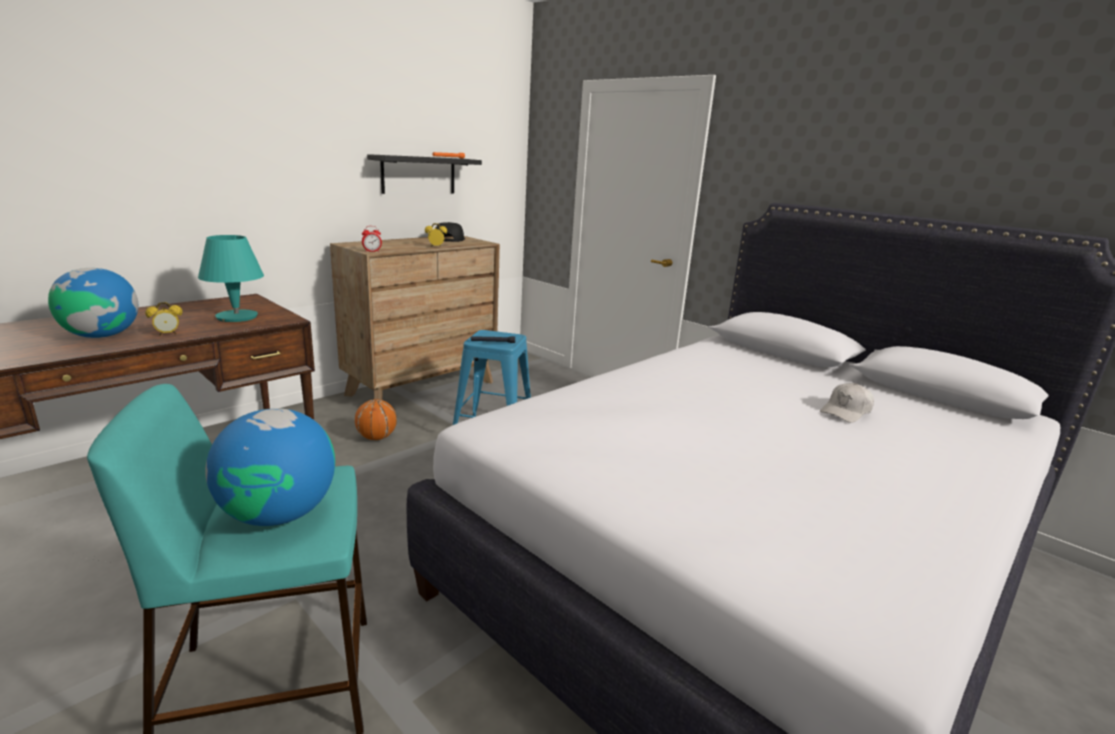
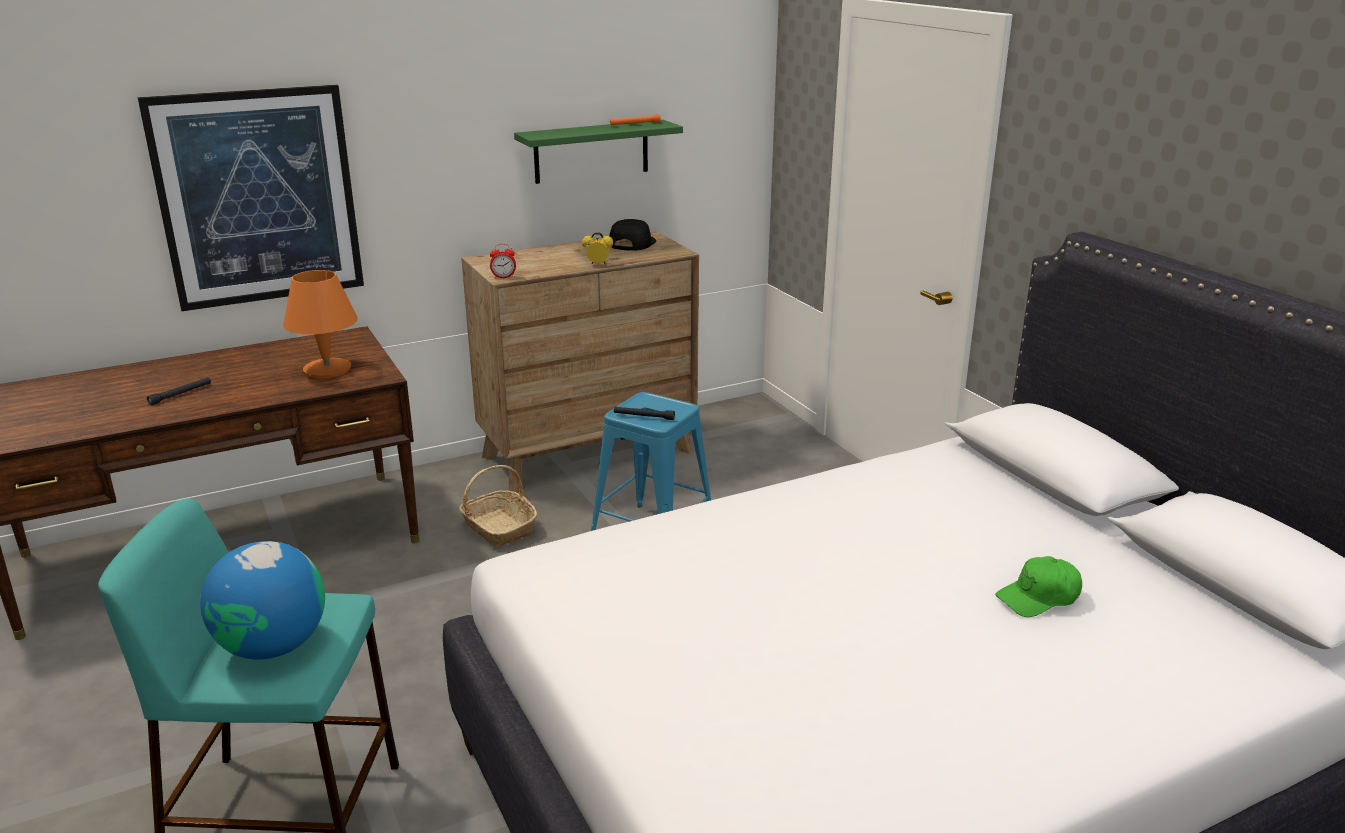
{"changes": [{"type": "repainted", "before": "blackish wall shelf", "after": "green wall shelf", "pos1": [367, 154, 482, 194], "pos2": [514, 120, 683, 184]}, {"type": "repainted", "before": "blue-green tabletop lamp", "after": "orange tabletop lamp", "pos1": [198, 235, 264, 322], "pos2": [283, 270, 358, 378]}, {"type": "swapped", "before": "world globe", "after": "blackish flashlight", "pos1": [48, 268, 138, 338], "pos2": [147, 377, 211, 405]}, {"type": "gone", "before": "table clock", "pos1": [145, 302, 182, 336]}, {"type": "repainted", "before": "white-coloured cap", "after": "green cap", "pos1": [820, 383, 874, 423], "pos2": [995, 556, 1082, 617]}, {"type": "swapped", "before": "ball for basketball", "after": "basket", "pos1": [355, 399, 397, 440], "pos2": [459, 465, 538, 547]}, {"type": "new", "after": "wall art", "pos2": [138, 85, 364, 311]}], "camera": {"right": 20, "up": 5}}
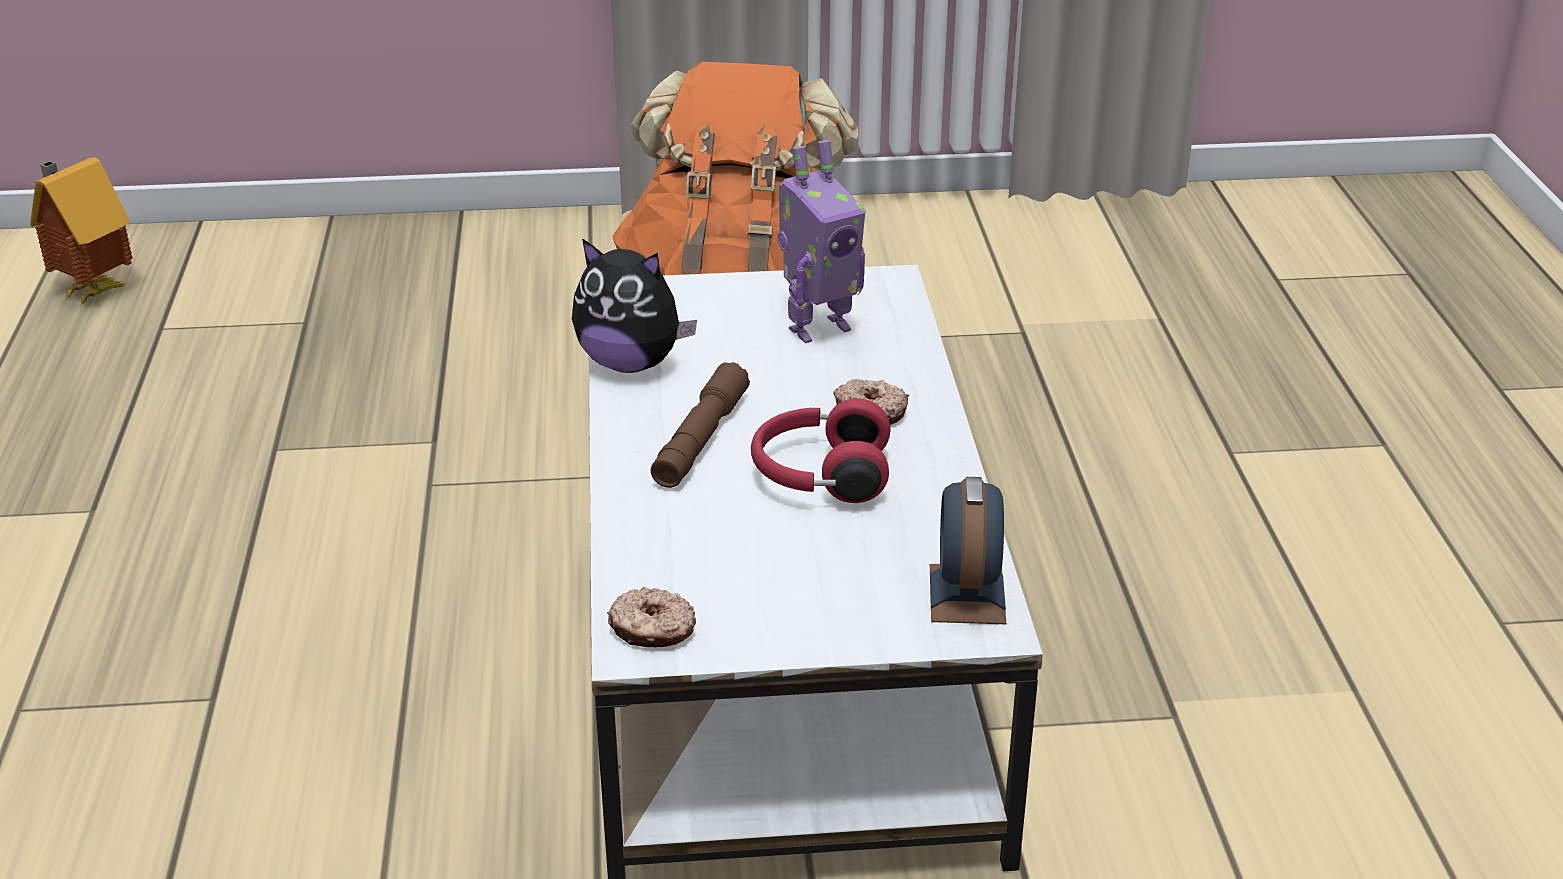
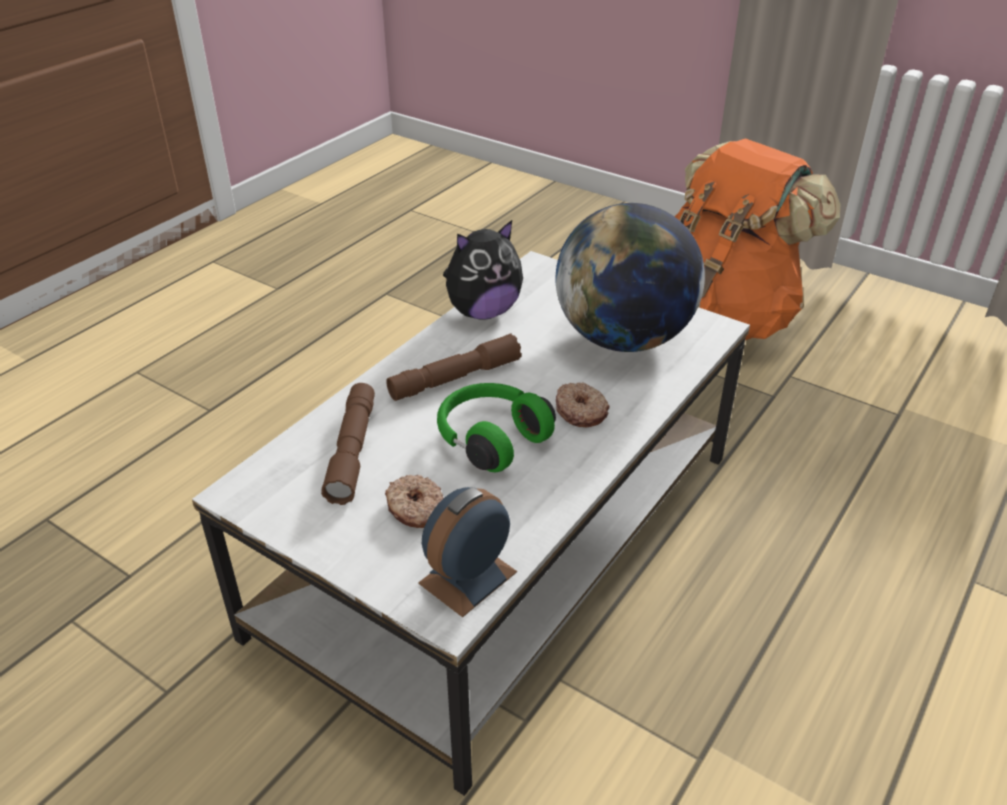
{"changes": [{"type": "swapped", "before": "model robot", "after": "world globe", "pos1": [777, 140, 865, 343], "pos2": [555, 203, 705, 352]}, {"type": "gone", "before": "model house", "pos1": [30, 157, 132, 306]}, {"type": "rotated", "before": "soft toy", "pos1": [572, 238, 697, 373], "pos2": [443, 220, 523, 320], "turn": -90}, {"type": "repainted", "before": "red headset", "after": "green headset", "pos1": [751, 398, 890, 503], "pos2": [437, 383, 556, 472]}, {"type": "shifted", "before": "ring doughnut", "pos1": [607, 587, 696, 647], "pos2": [385, 475, 444, 528]}, {"type": "new", "after": "brown flashlight", "pos2": [321, 383, 375, 505]}], "camera": {"right": 40, "up": 5}}
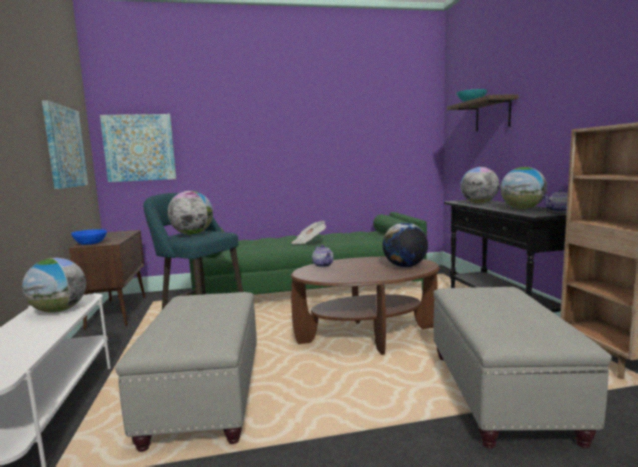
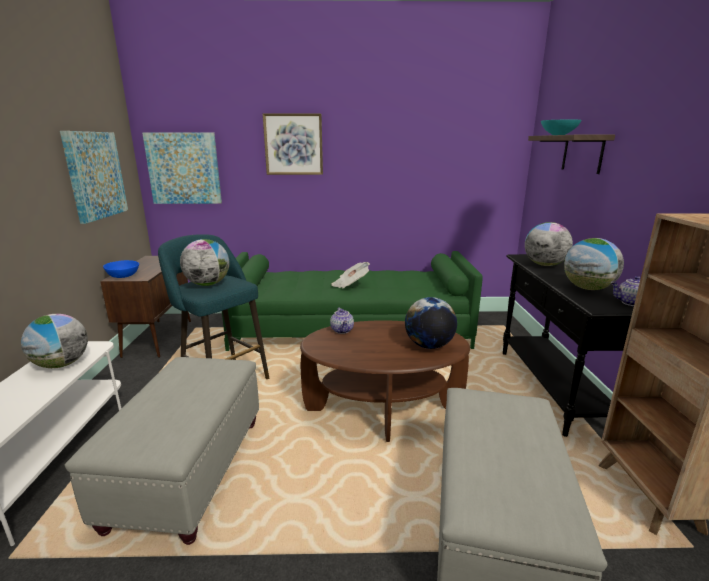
{"changes": [{"type": "new", "after": "wall art", "pos2": [263, 114, 323, 175]}], "camera": {"right": 10, "up": 10}}
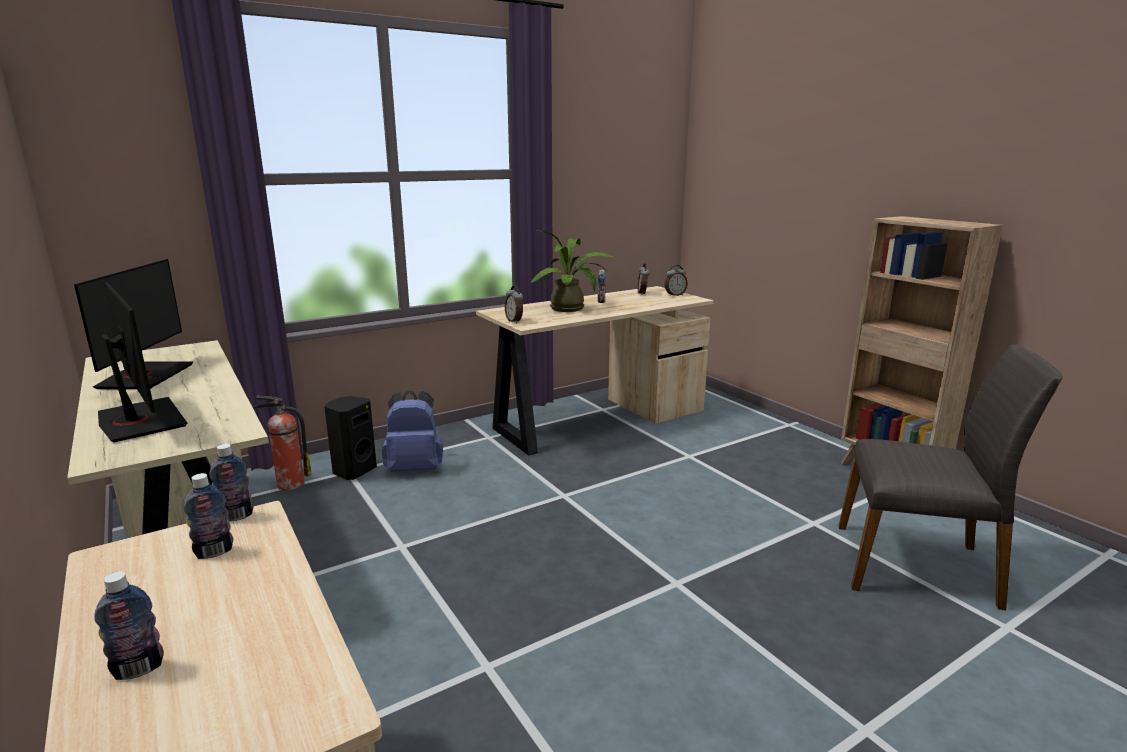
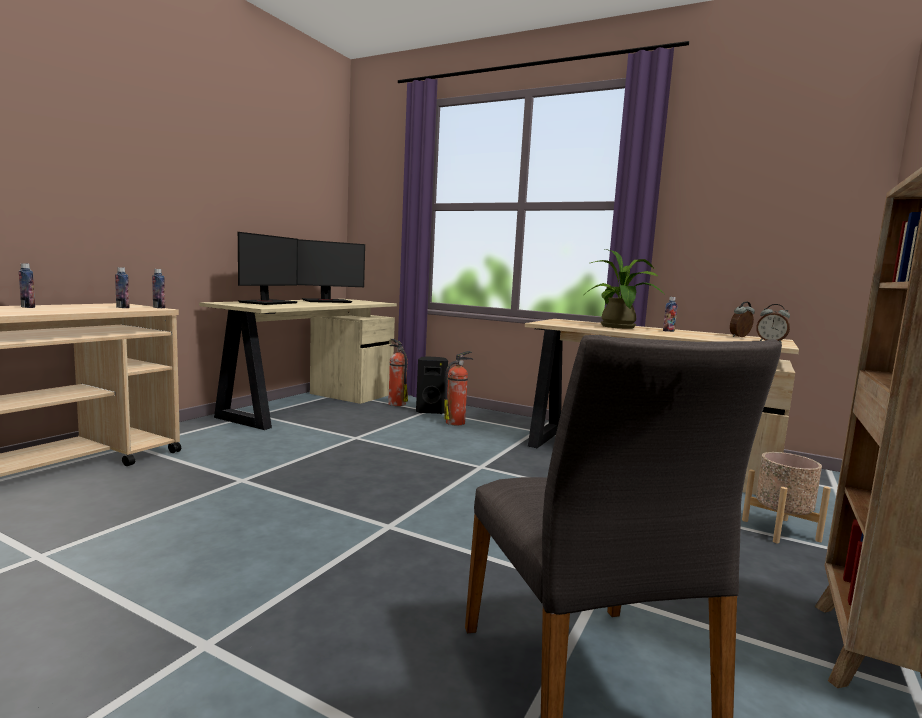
{"changes": [{"type": "gone", "before": "table clock", "pos1": [505, 286, 523, 324]}, {"type": "swapped", "before": "blue-coloured backpack", "after": "fire-fighting cylinder", "pos1": [382, 390, 443, 472], "pos2": [445, 351, 474, 425]}, {"type": "new", "after": "sand-coloured plant pot", "pos2": [742, 452, 831, 543]}], "camera": {"right": 60, "up": -10}}
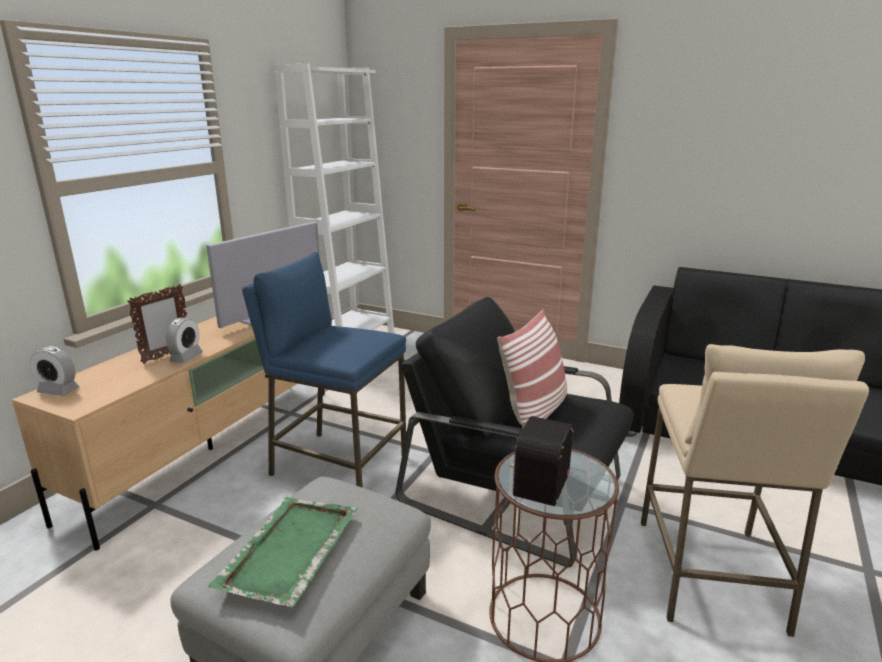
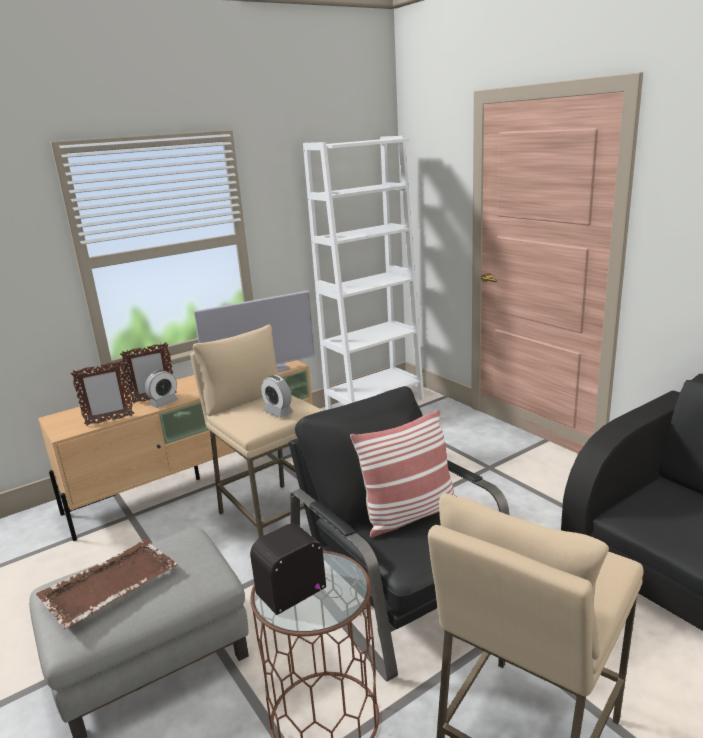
{"changes": [{"type": "repainted", "before": "blue-coloured sitting stool", "after": "sand-coloured sitting stool", "pos1": [242, 252, 406, 488], "pos2": [190, 325, 323, 538]}, {"type": "shifted", "before": "table clock", "pos1": [30, 346, 80, 396], "pos2": [261, 375, 293, 418]}, {"type": "repainted", "before": "green serving tray", "after": "brown serving tray", "pos1": [208, 497, 358, 607], "pos2": [36, 539, 178, 629]}, {"type": "new", "after": "standing frame", "pos2": [71, 360, 134, 426]}], "camera": {"right": 30, "up": 0}}
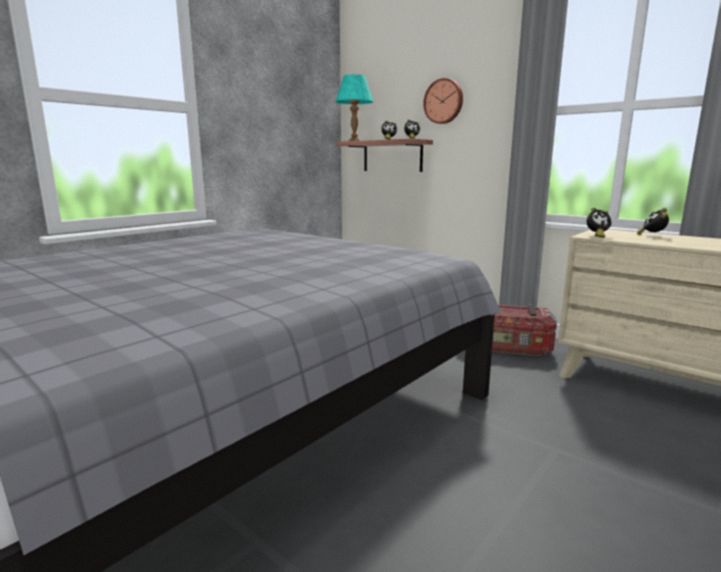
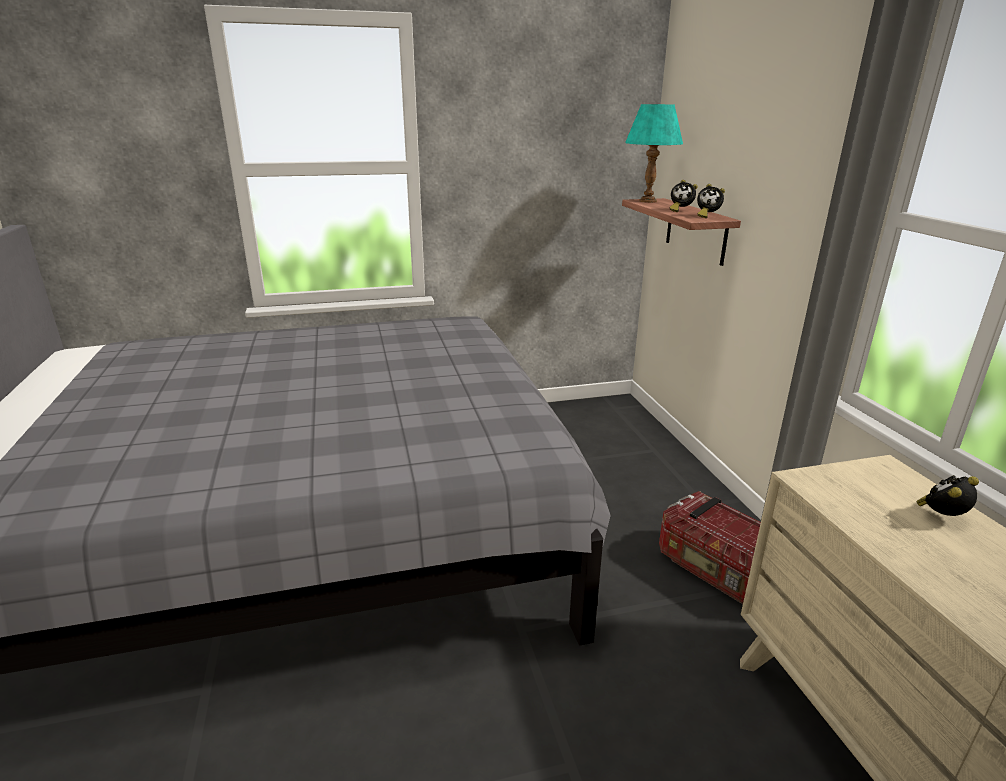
{"changes": [{"type": "gone", "before": "hanging clock", "pos1": [423, 78, 463, 124]}, {"type": "gone", "before": "table clock", "pos1": [587, 207, 611, 238]}], "camera": {"right": 35, "up": 10}}
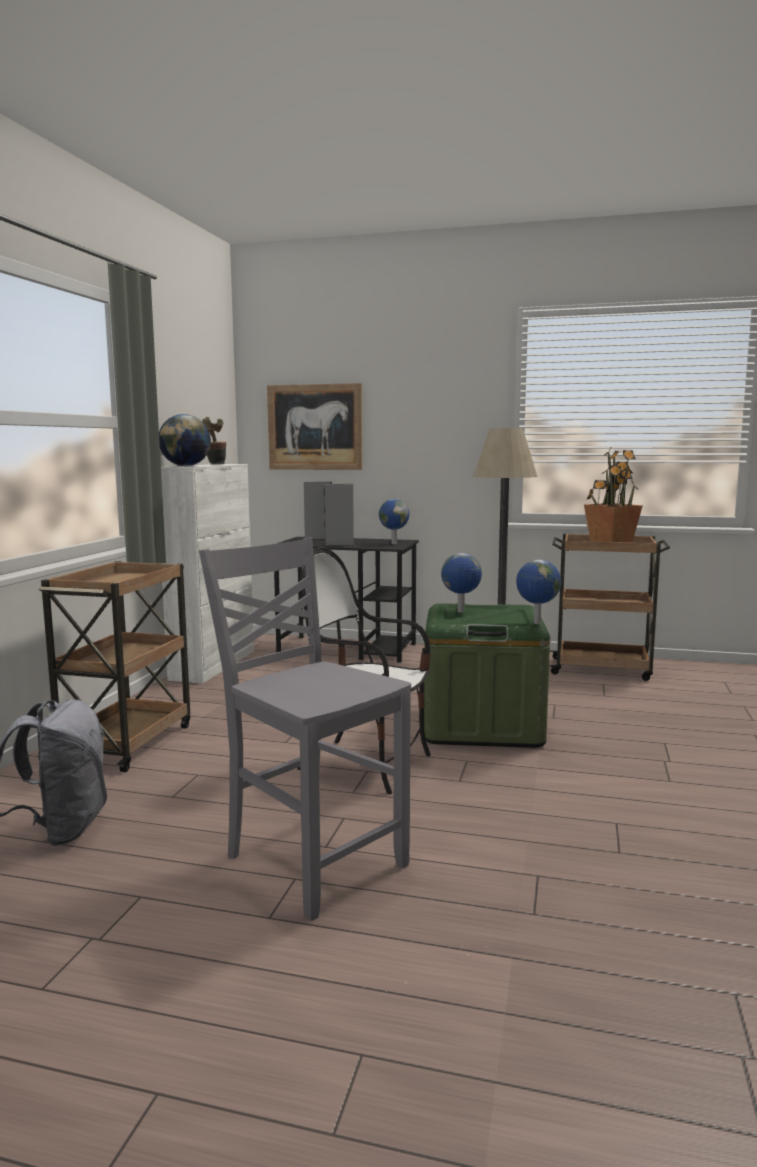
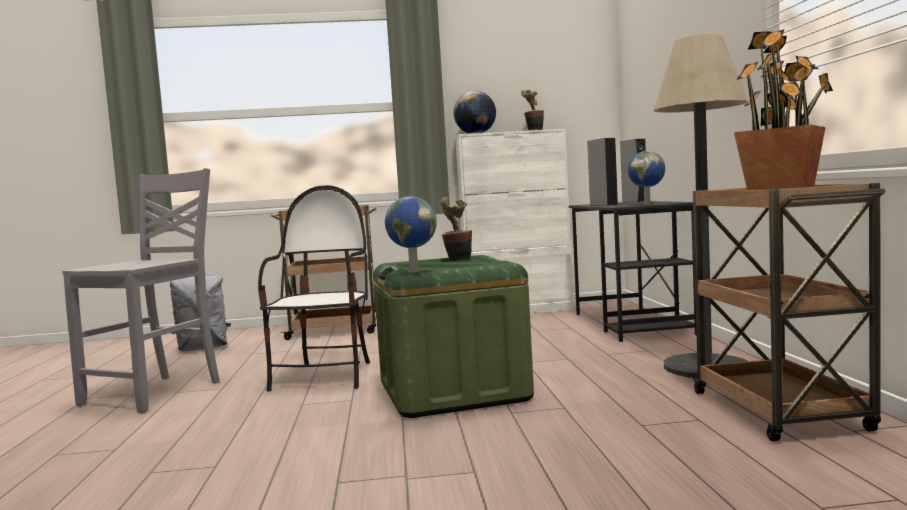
{"changes": [{"type": "gone", "before": "wall art", "pos1": [267, 383, 362, 470]}, {"type": "swapped", "before": "world globe", "after": "potted plant", "pos1": [441, 553, 482, 613], "pos2": [440, 197, 472, 261]}], "camera": {"right": 70, "up": -5}}
